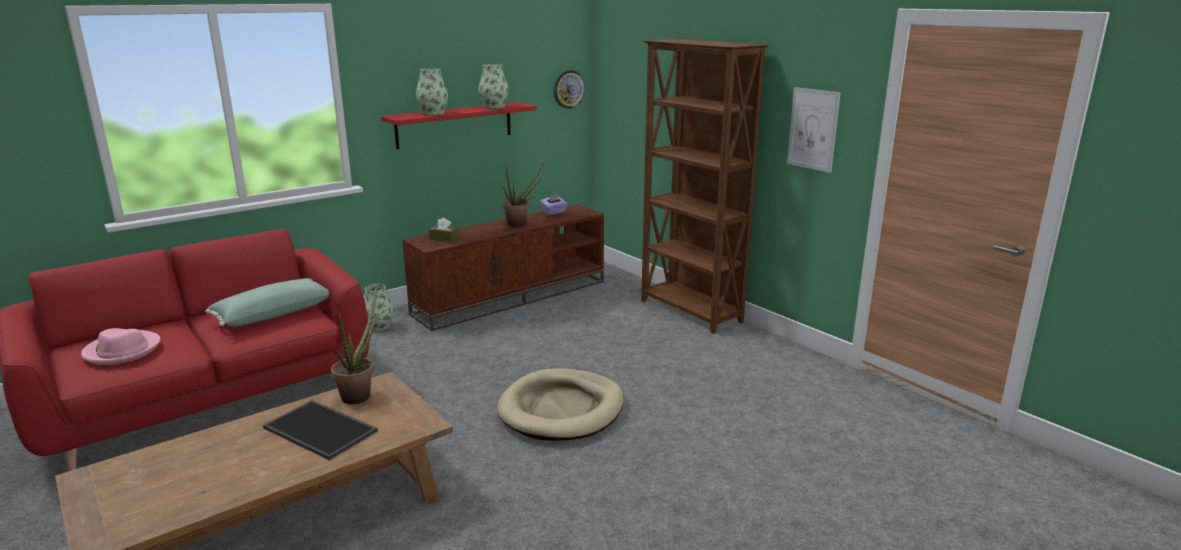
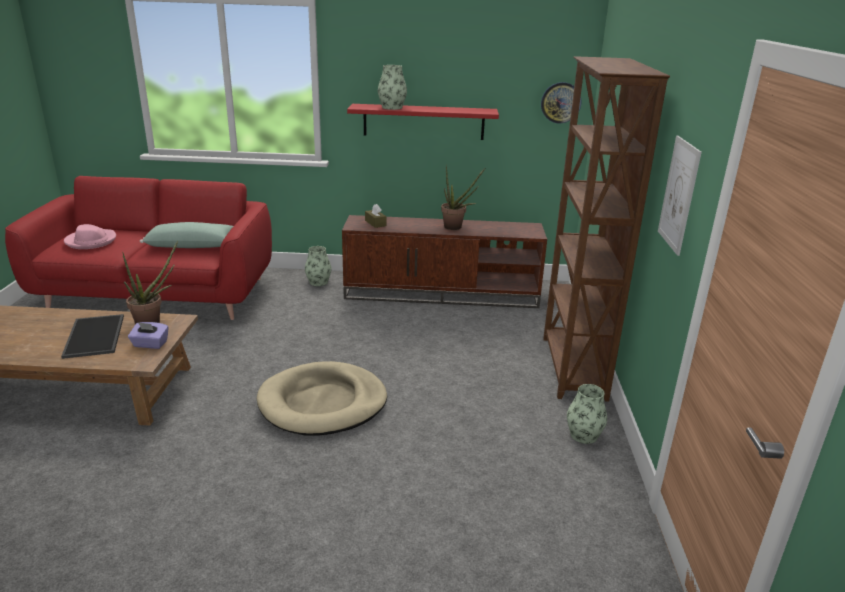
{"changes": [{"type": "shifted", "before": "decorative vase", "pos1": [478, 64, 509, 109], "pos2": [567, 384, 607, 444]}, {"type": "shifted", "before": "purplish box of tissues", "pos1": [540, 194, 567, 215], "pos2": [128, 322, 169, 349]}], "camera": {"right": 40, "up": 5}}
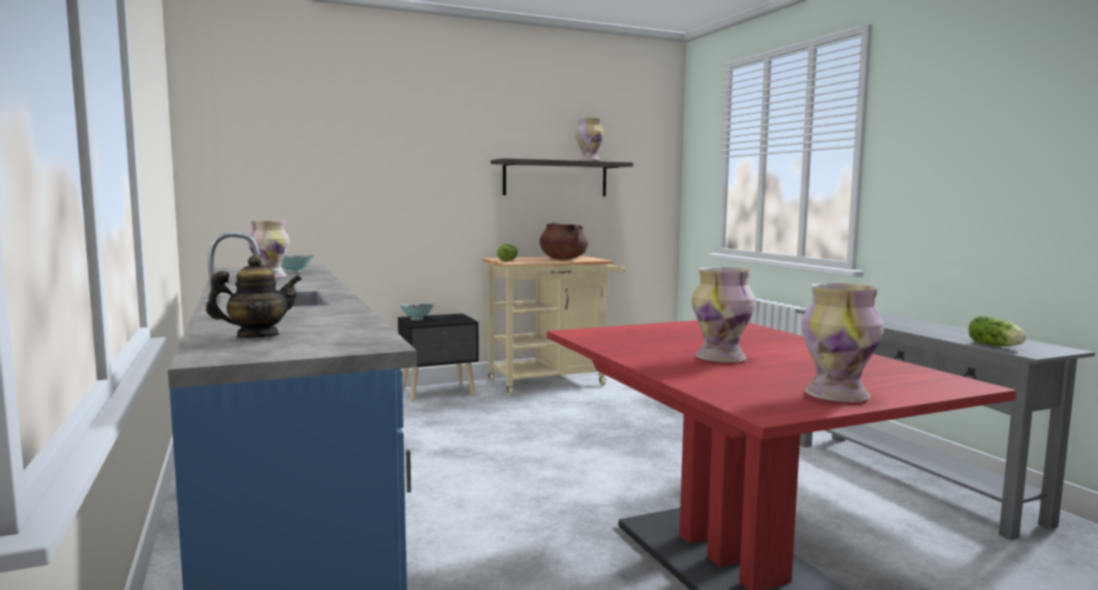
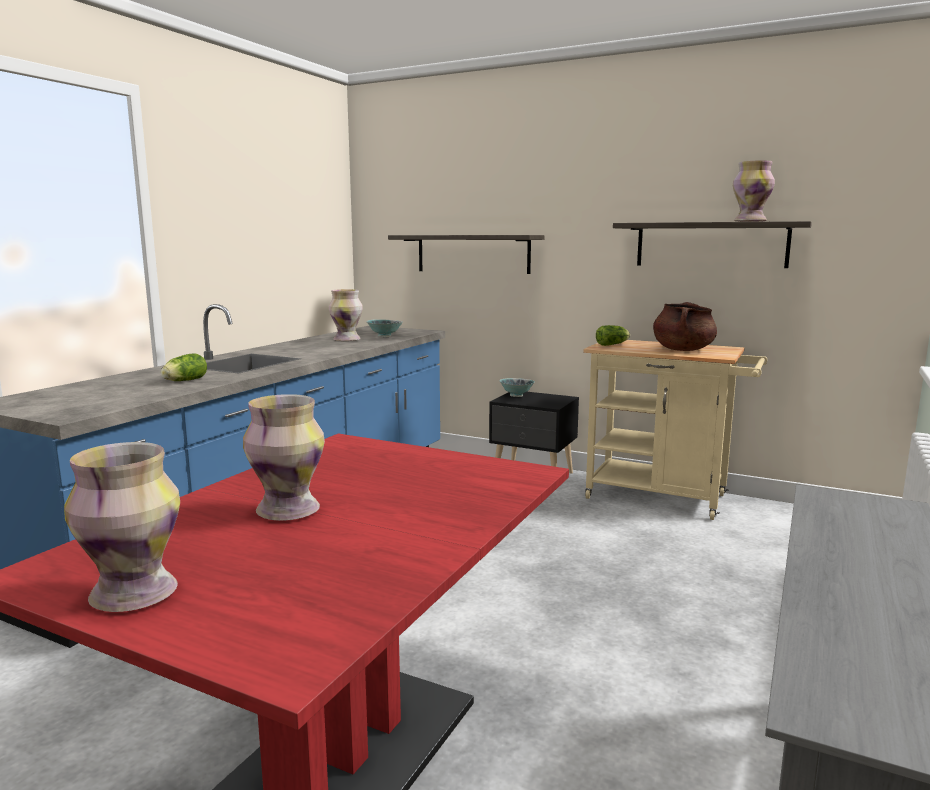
{"changes": [{"type": "gone", "before": "pot for tea", "pos1": [206, 255, 302, 338]}, {"type": "shifted", "before": "lettuce head", "pos1": [968, 316, 1026, 346], "pos2": [161, 353, 207, 381]}, {"type": "new", "after": "wall shelf", "pos2": [388, 235, 545, 274]}], "camera": {"right": 50, "up": 5}}
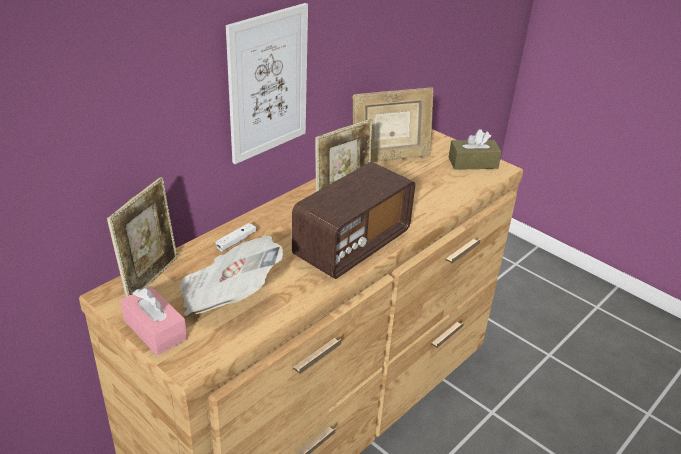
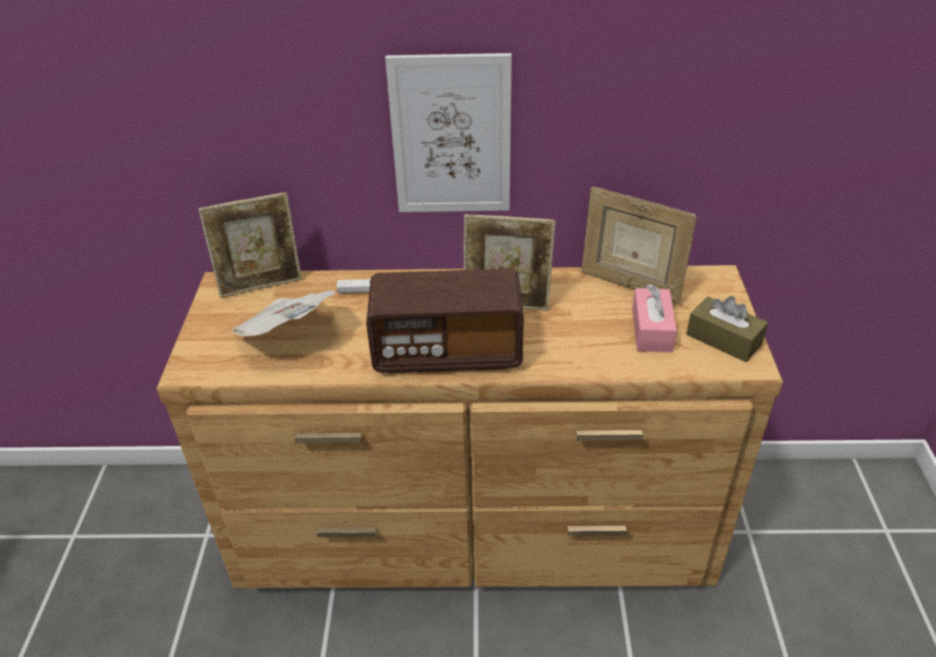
{"changes": [{"type": "shifted", "before": "pinkish box of tissues", "pos1": [120, 286, 187, 355], "pos2": [632, 284, 677, 352]}], "camera": {"right": 50, "up": 5}}
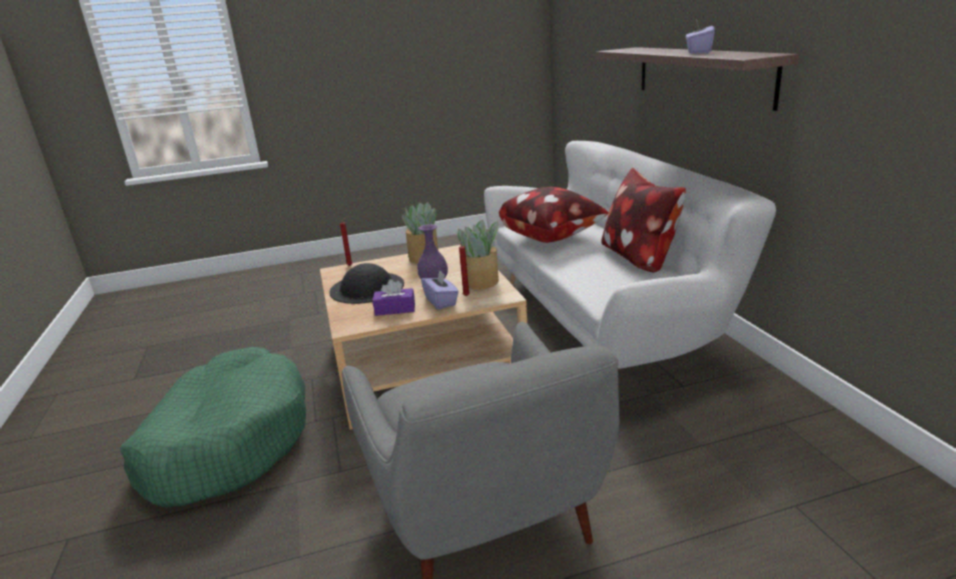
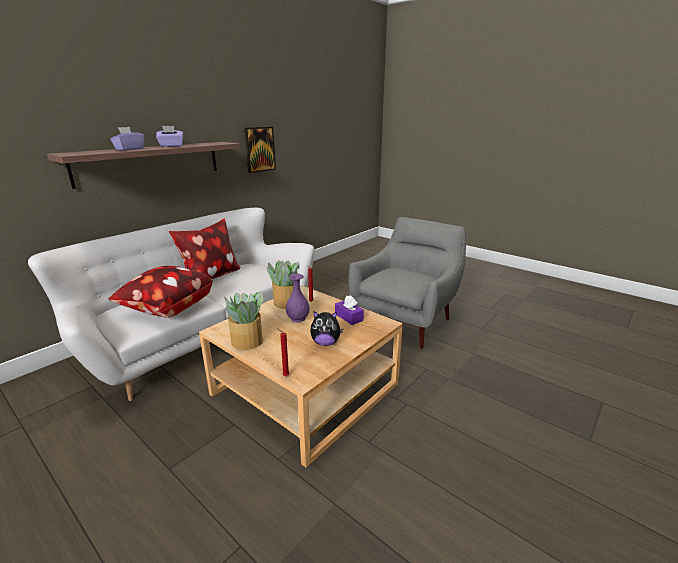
{"changes": [{"type": "swapped", "before": "blackish clothing hat", "after": "soft toy", "pos1": [329, 263, 404, 304], "pos2": [310, 311, 343, 346]}, {"type": "shifted", "before": "purplish box of tissues", "pos1": [421, 270, 459, 309], "pos2": [110, 127, 144, 150]}, {"type": "gone", "before": "green dog cushion", "pos1": [120, 347, 306, 507]}, {"type": "new", "after": "wall art", "pos2": [244, 127, 276, 173]}], "camera": {"right": -125, "up": 0}}
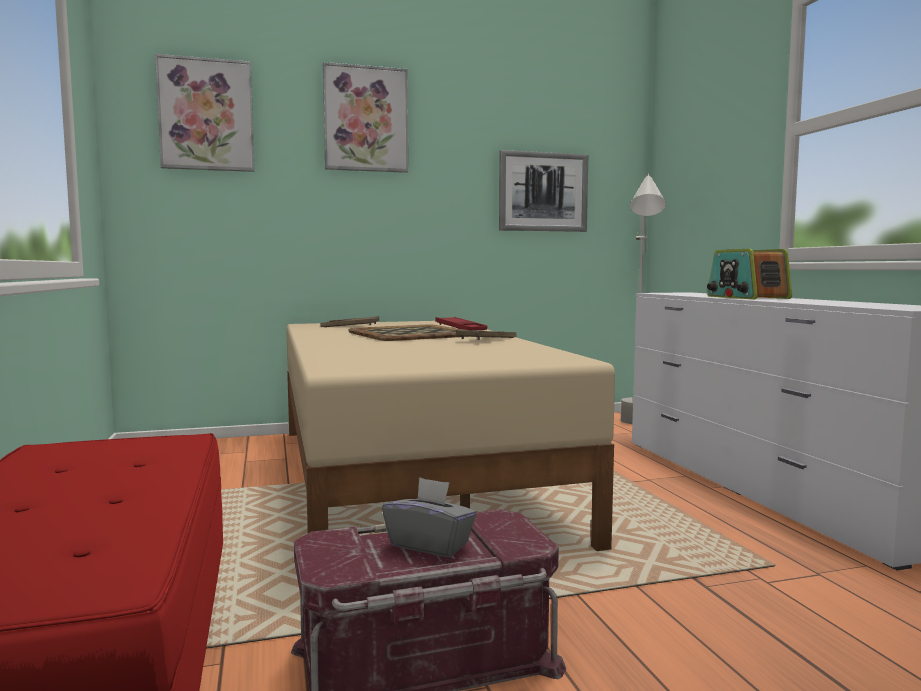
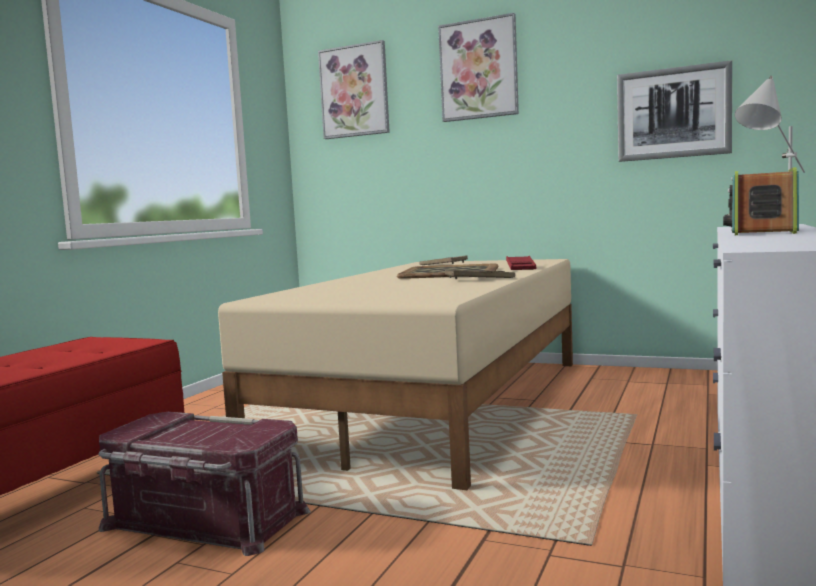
{"changes": [{"type": "gone", "before": "gray box of tissues", "pos1": [382, 477, 477, 557]}], "camera": {"right": 40, "up": 0}}
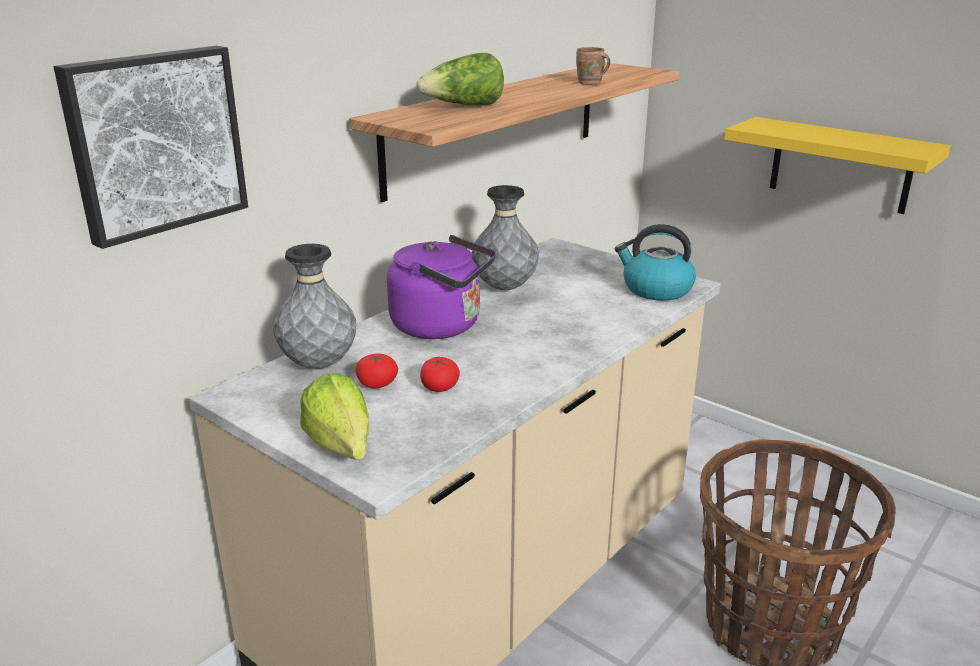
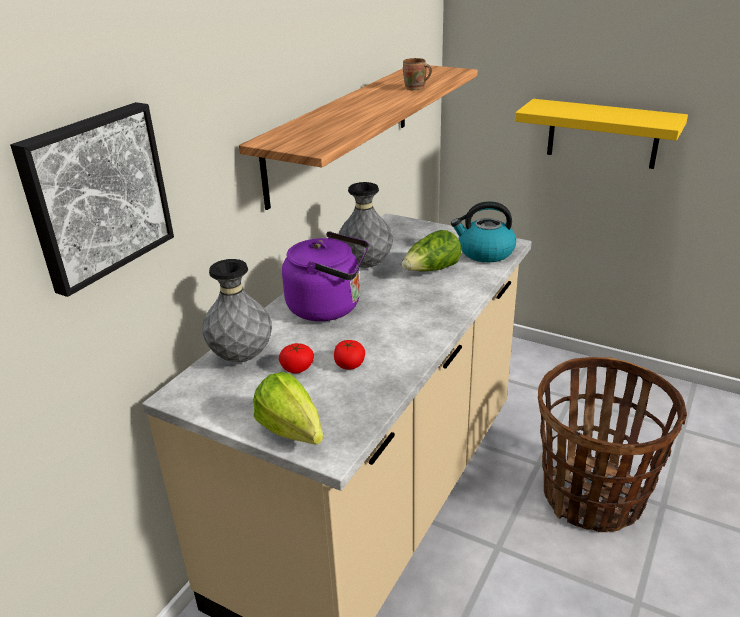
{"changes": [{"type": "shifted", "before": "lettuce head", "pos1": [416, 53, 504, 106], "pos2": [402, 230, 461, 272]}], "camera": {"right": -10, "up": 5}}
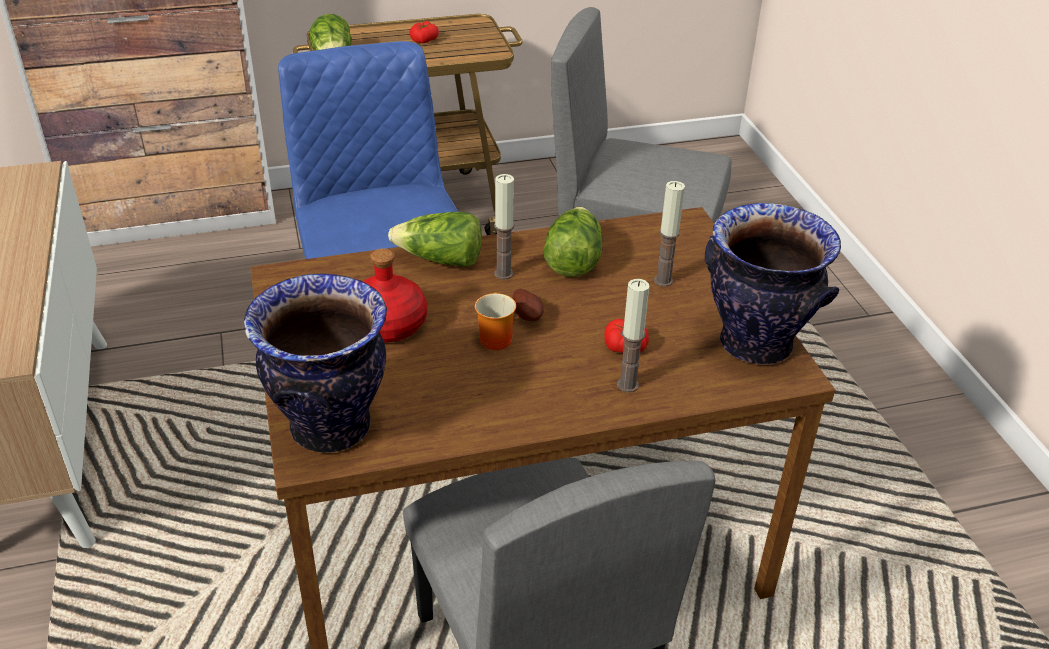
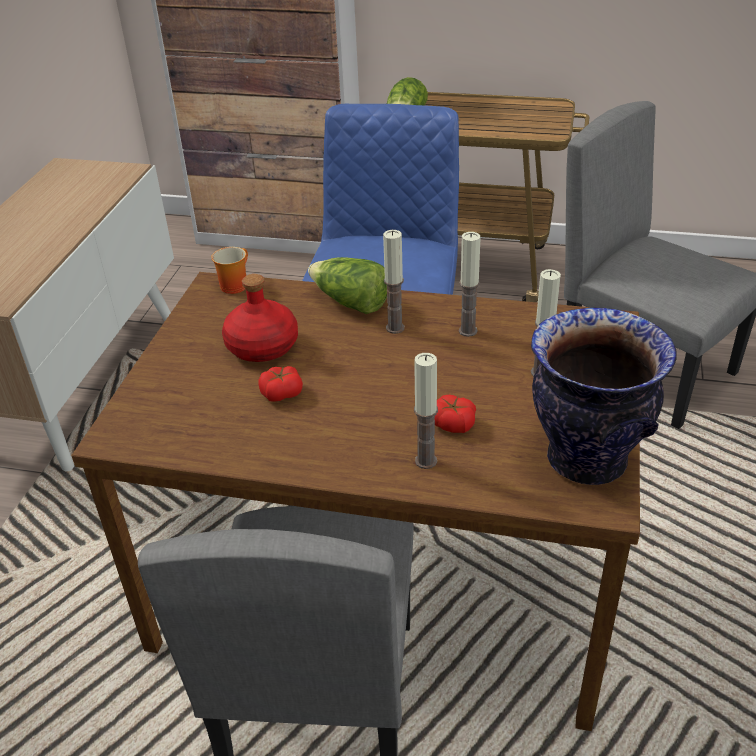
{"changes": [{"type": "shifted", "before": "tomato", "pos1": [409, 21, 439, 43], "pos2": [258, 366, 303, 402]}, {"type": "swapped", "before": "lettuce head", "after": "candle", "pos1": [544, 207, 602, 277], "pos2": [459, 232, 481, 337]}, {"type": "gone", "before": "decorative vase", "pos1": [244, 274, 387, 453]}, {"type": "gone", "before": "spud", "pos1": [512, 289, 544, 321]}, {"type": "shifted", "before": "mug", "pos1": [475, 293, 516, 350], "pos2": [211, 247, 248, 294]}], "camera": {"right": 30, "up": 0}}
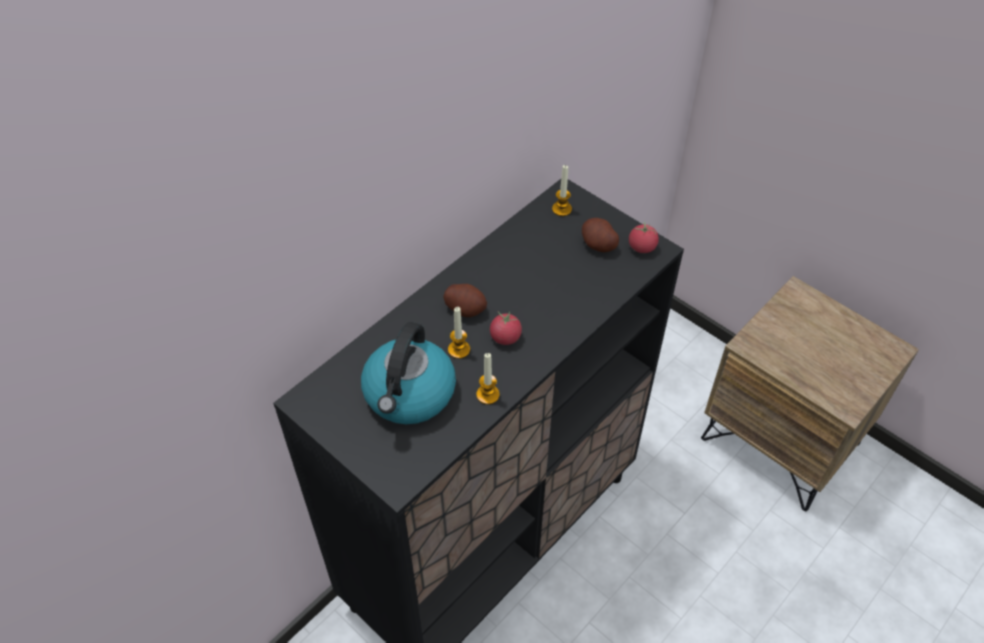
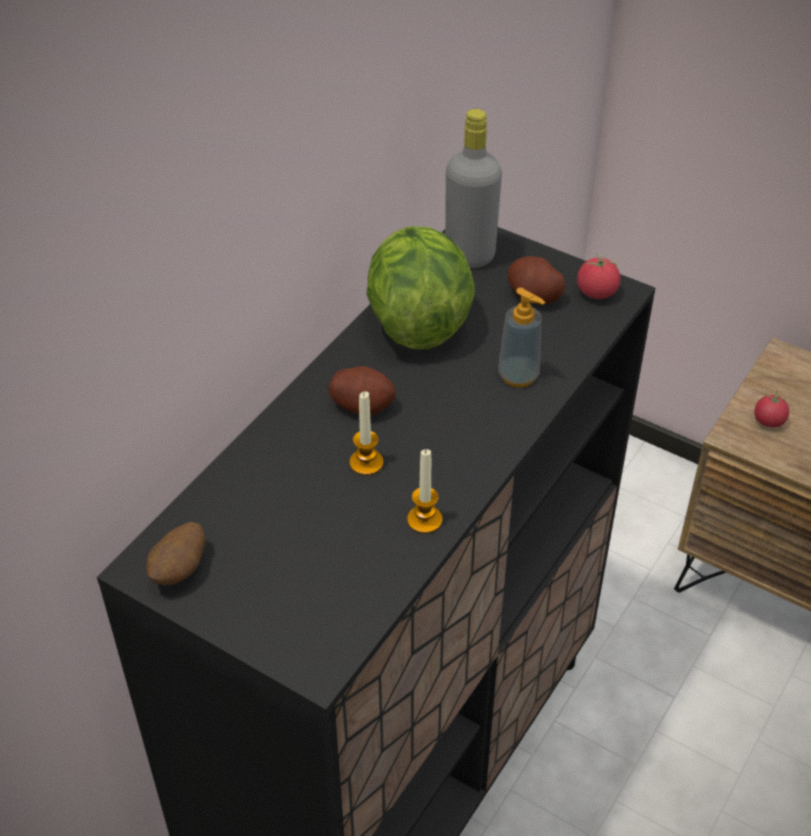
{"changes": [{"type": "swapped", "before": "candle", "after": "gray drink bottle", "pos1": [552, 165, 572, 216], "pos2": [445, 109, 502, 268]}, {"type": "shifted", "before": "tomato", "pos1": [490, 311, 522, 345], "pos2": [754, 391, 789, 428]}, {"type": "gone", "before": "tea kettle", "pos1": [361, 322, 456, 424]}, {"type": "new", "after": "lettuce head", "pos2": [366, 226, 475, 349]}, {"type": "new", "after": "soap dispenser", "pos2": [498, 287, 545, 387]}, {"type": "new", "after": "spud", "pos2": [146, 522, 206, 586]}], "camera": {"right": -10, "up": -5}}
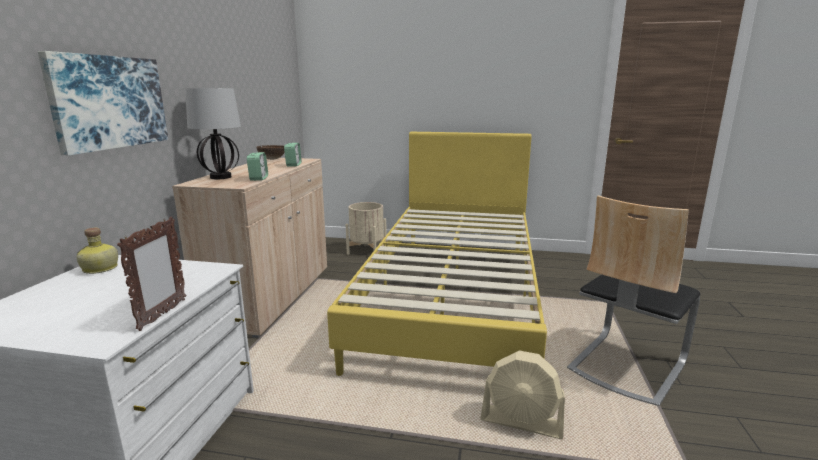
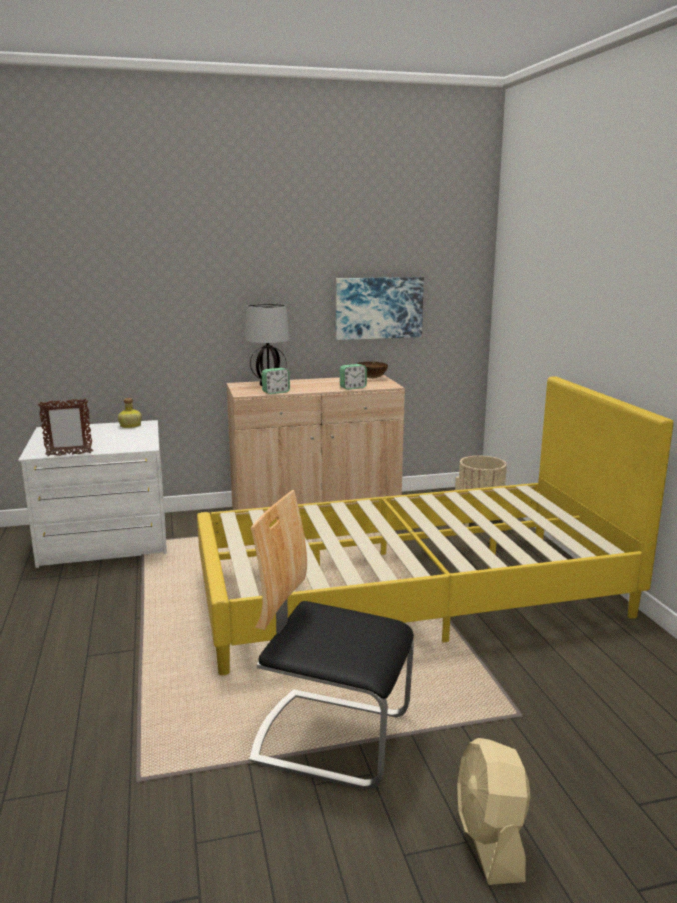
{"changes": [{"type": "shifted", "before": "wall art", "pos1": [38, 51, 168, 155], "pos2": [336, 277, 424, 340]}, {"type": "shifted", "before": "sand-coloured electric fan", "pos1": [480, 350, 565, 439], "pos2": [457, 738, 530, 885]}], "camera": {"right": 65, "up": 0}}
